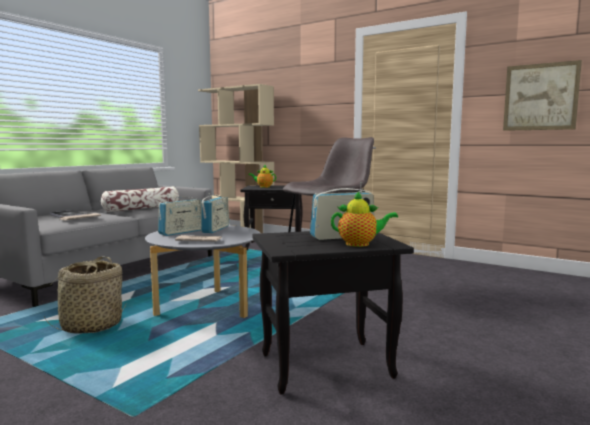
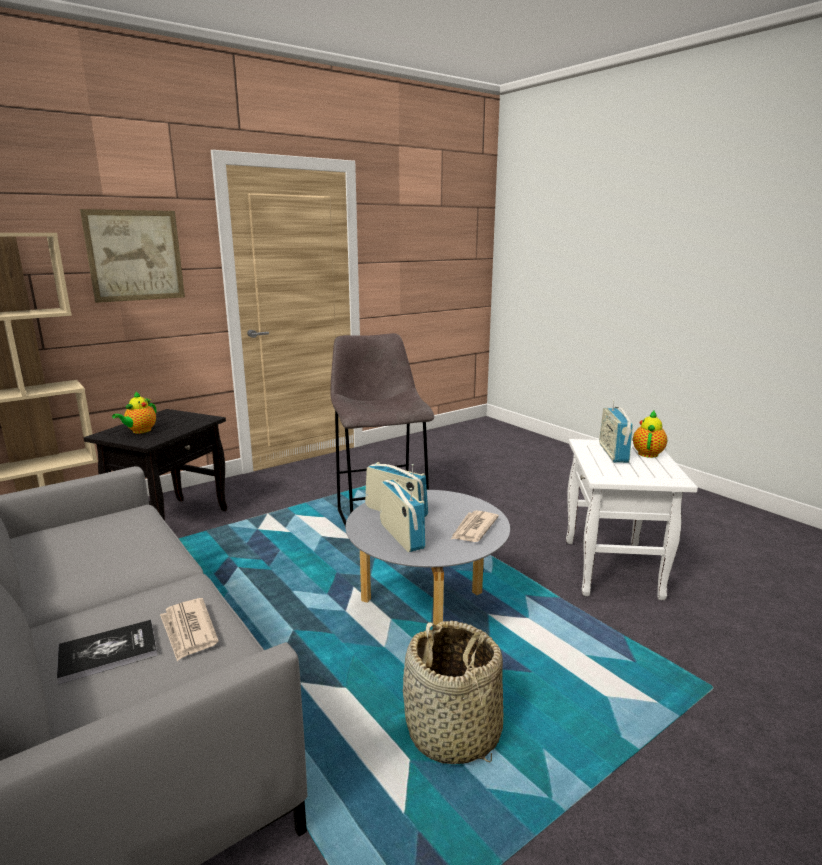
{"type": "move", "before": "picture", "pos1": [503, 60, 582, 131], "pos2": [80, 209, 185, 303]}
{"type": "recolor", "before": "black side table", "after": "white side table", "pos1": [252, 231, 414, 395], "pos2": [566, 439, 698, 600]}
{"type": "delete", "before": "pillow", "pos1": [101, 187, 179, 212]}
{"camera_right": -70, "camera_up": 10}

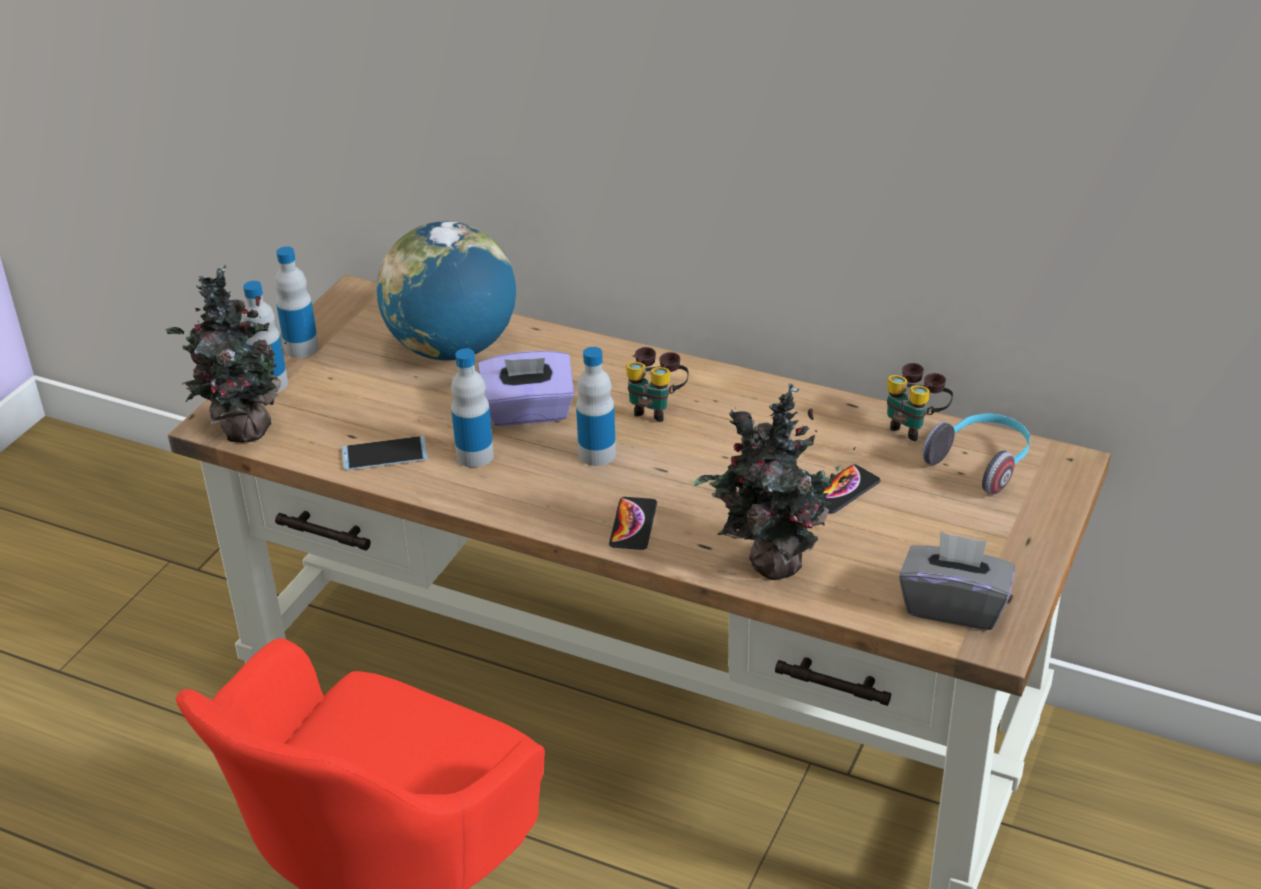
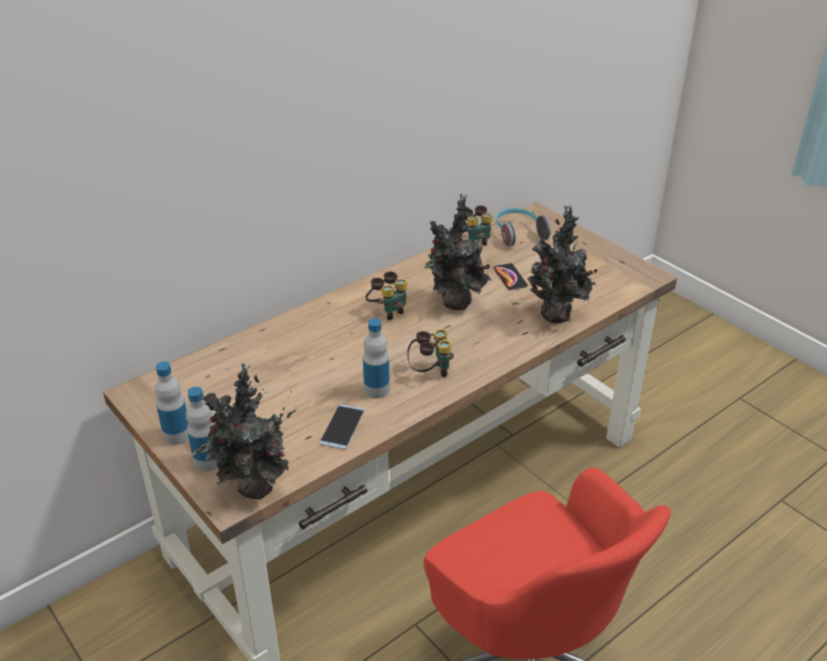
{"type": "insert", "after": "binoculars", "pos2": [407, 329, 454, 377]}
{"type": "insert", "after": "potted plant", "pos2": [424, 194, 491, 310]}
{"type": "delete", "before": "globe", "pos1": [377, 221, 516, 360]}
{"type": "delete", "before": "purple tissue box", "pos1": [478, 351, 575, 426]}
{"type": "delete", "before": "bottle", "pos1": [576, 347, 616, 466]}
{"type": "delete", "before": "phone", "pos1": [609, 497, 657, 550]}
{"type": "delete", "before": "grey tissue box", "pos1": [899, 531, 1015, 630]}
{"camera_right": -65, "camera_up": 0}

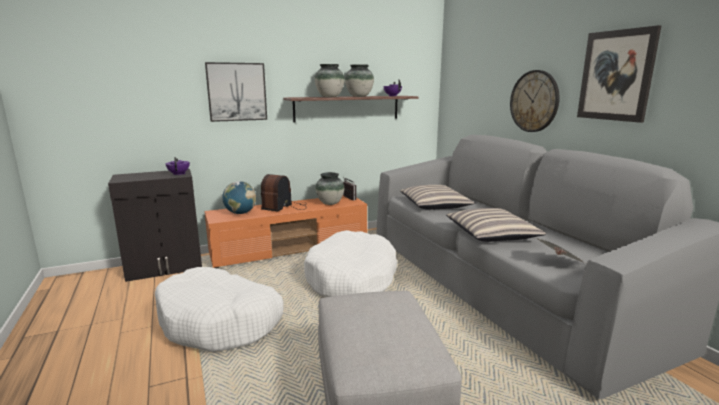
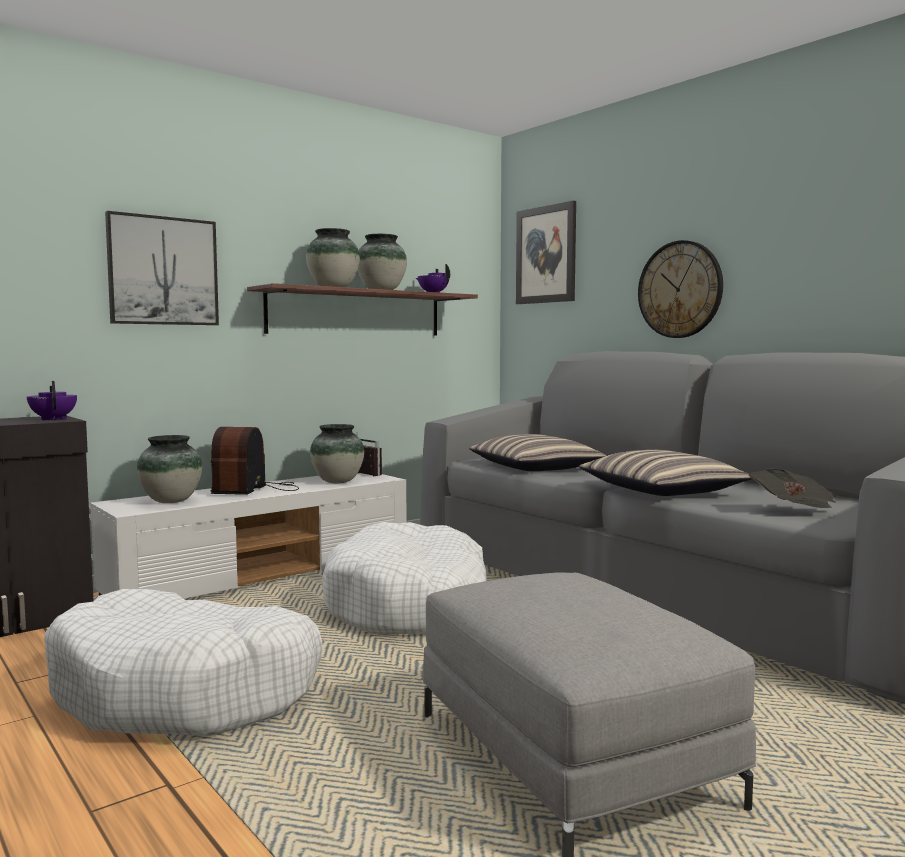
{"type": "recolor", "before": "orange tv stand", "after": "white tv stand", "pos1": [204, 196, 367, 268], "pos2": [90, 473, 407, 599]}
{"type": "replace", "before": "globe", "after": "vase", "pos1": [222, 181, 256, 214], "pos2": [137, 435, 202, 503]}
{"type": "move", "before": "picture", "pos1": [577, 25, 661, 123], "pos2": [516, 201, 576, 304]}
{"camera_right": -15, "camera_up": -10}

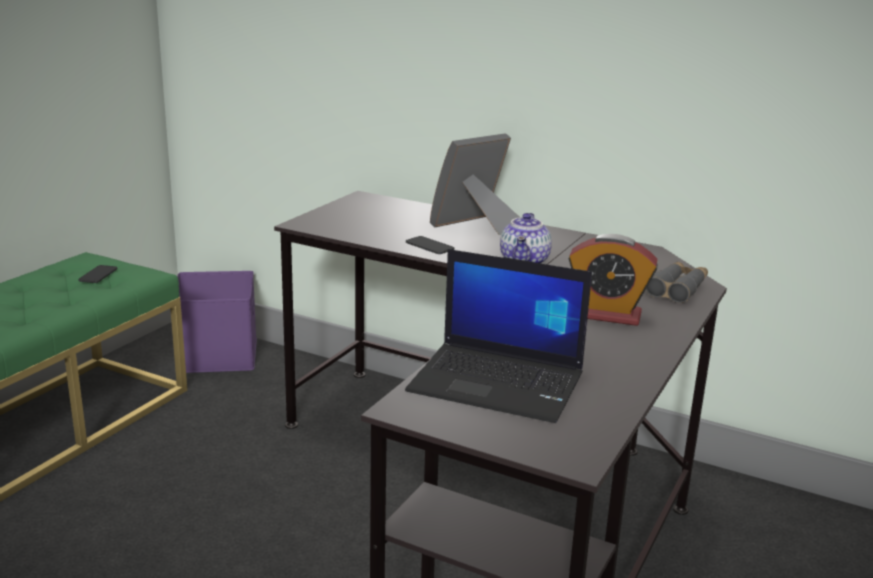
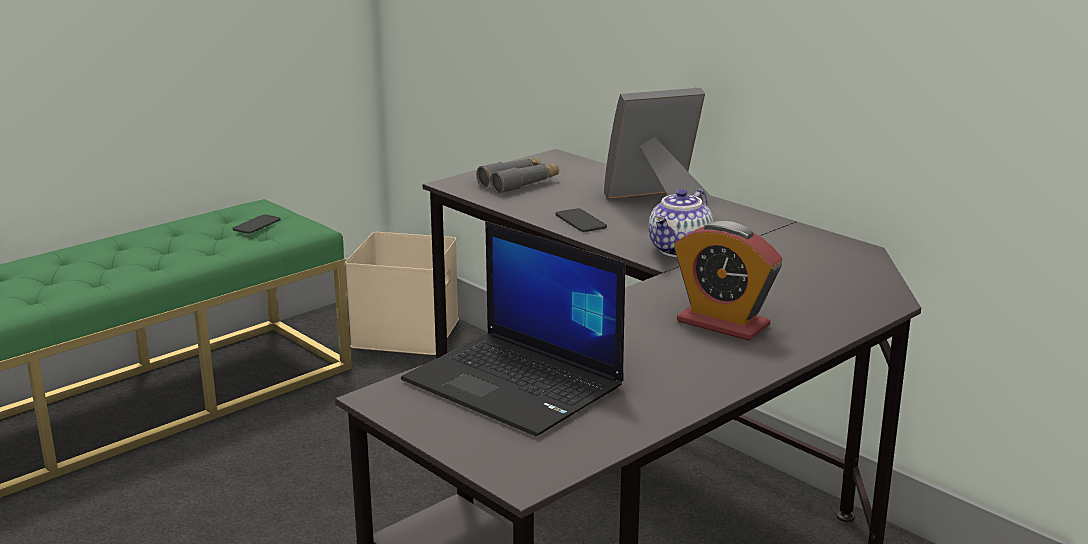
{"type": "recolor", "before": "purple storage box", "after": "beige storage box", "pos1": [177, 271, 257, 373], "pos2": [345, 232, 459, 355]}
{"type": "move", "before": "grey binoculars", "pos1": [646, 262, 708, 303], "pos2": [476, 158, 559, 194]}
{"camera_right": 20, "camera_up": 0}

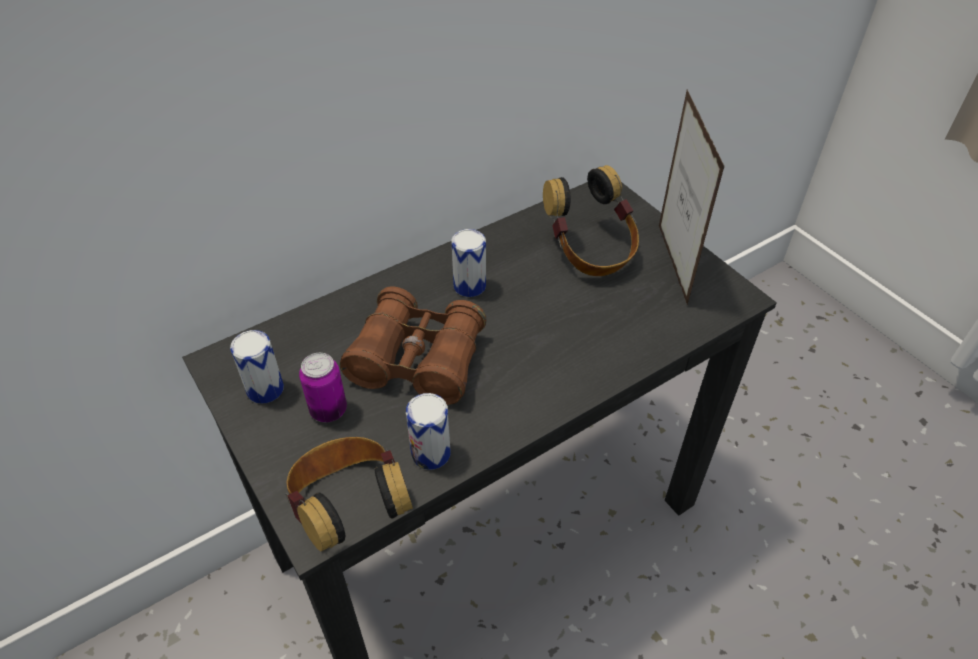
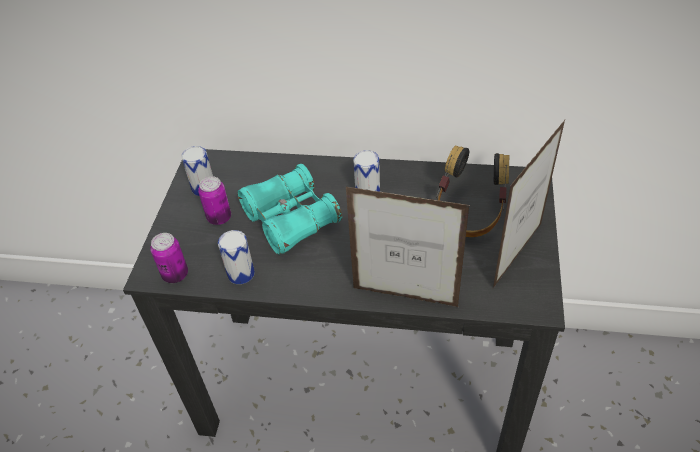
{"type": "replace", "before": "headphones", "after": "can", "pos1": [286, 437, 413, 551], "pos2": [150, 233, 188, 283]}
{"type": "recolor", "before": "brown binoculars", "after": "turquoise binoculars", "pos1": [340, 286, 486, 405], "pos2": [238, 164, 342, 255]}
{"type": "insert", "after": "picture frame", "pos2": [346, 187, 470, 307]}
{"camera_right": 45, "camera_up": 0}

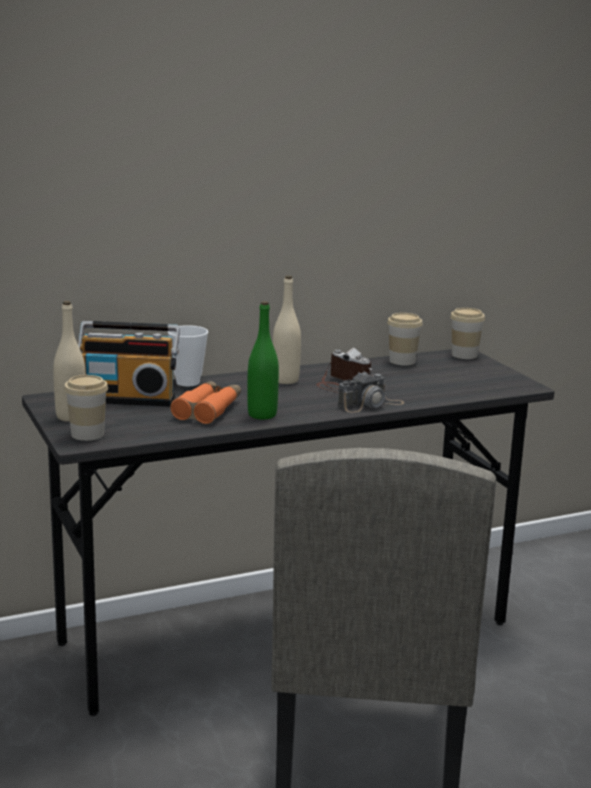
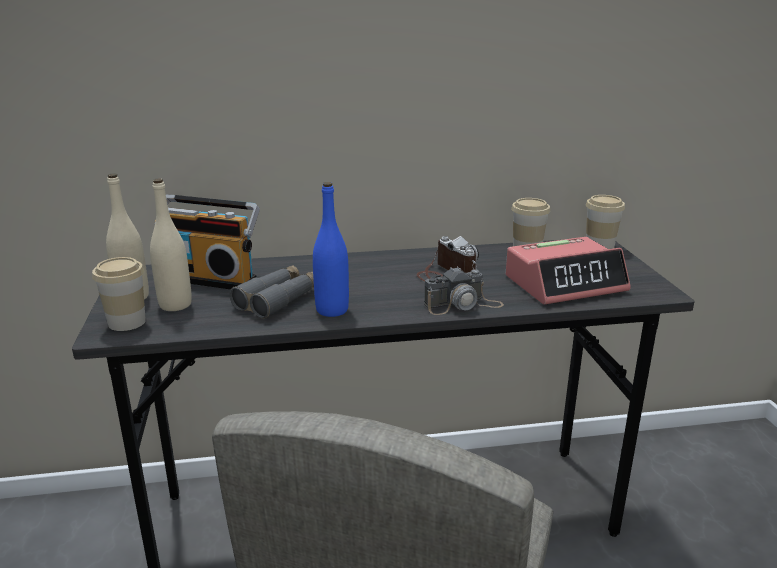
{"type": "move", "before": "beige bottle", "pos1": [273, 276, 301, 384], "pos2": [150, 179, 192, 311]}
{"type": "recolor", "before": "orange binoculars", "after": "grey binoculars", "pos1": [170, 381, 241, 424], "pos2": [229, 265, 314, 318]}
{"type": "recolor", "before": "green bottle", "after": "blue bottle", "pos1": [247, 301, 279, 419], "pos2": [313, 182, 349, 317]}
{"type": "insert", "after": "alarm clock", "pos2": [506, 237, 631, 305]}
{"type": "delete", "before": "cup", "pos1": [168, 325, 208, 386]}
{"camera_right": 15, "camera_up": 5}

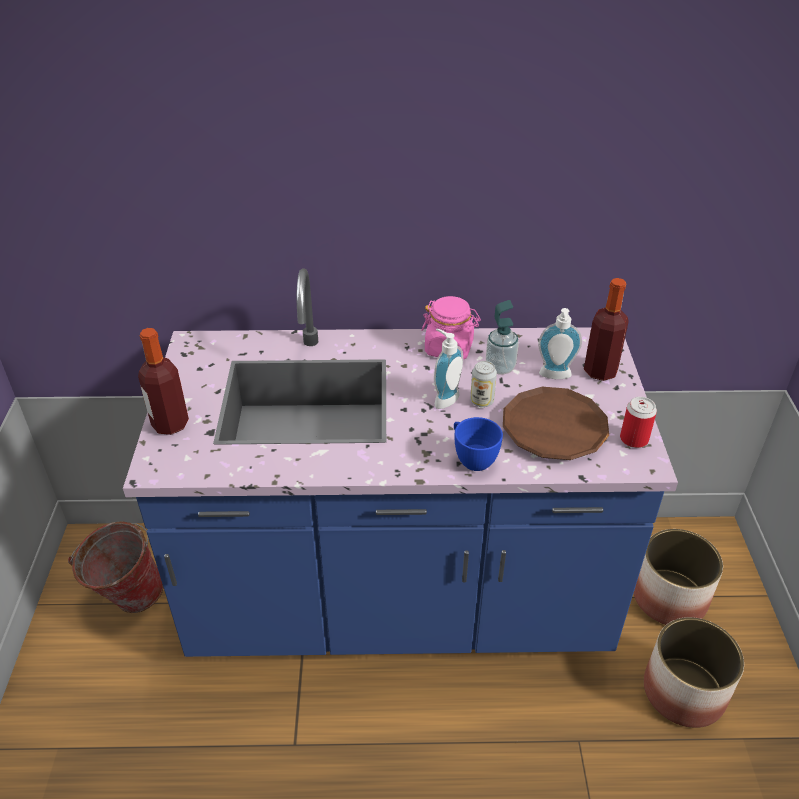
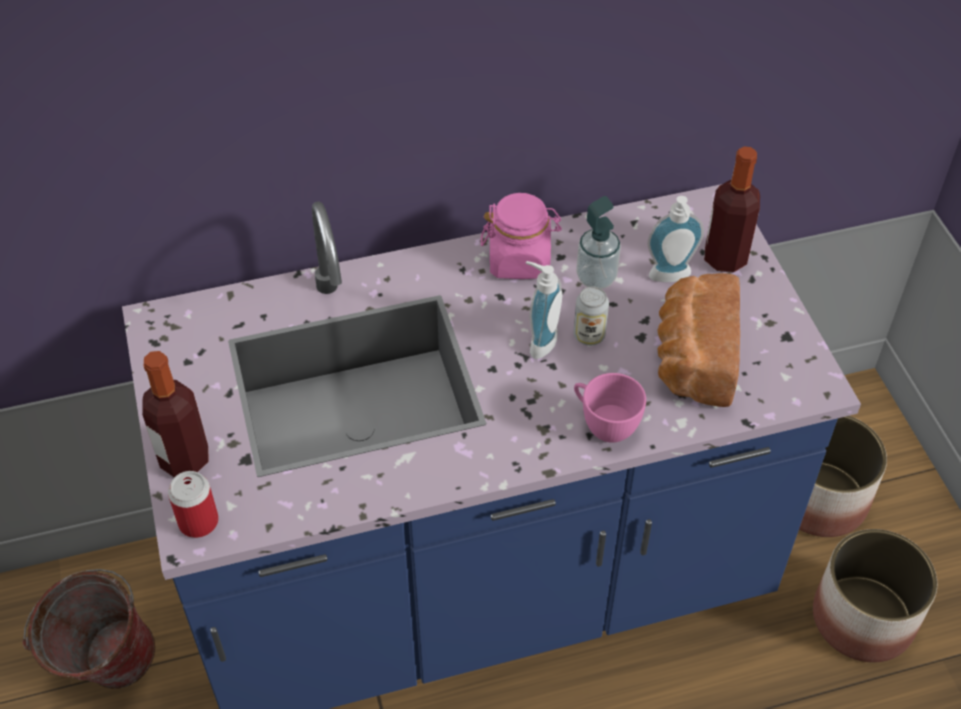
{"type": "move", "before": "can", "pos1": [620, 397, 657, 448], "pos2": [168, 471, 219, 538]}
{"type": "recolor", "before": "blue cup", "after": "pink cup", "pos1": [454, 417, 503, 471], "pos2": [574, 373, 646, 443]}
{"type": "replace", "before": "brown plate", "after": "bread", "pos1": [503, 387, 609, 460], "pos2": [657, 273, 740, 407]}
{"camera_right": -15, "camera_up": 10}

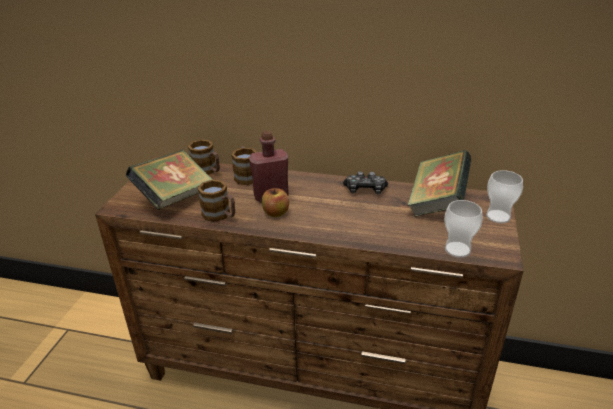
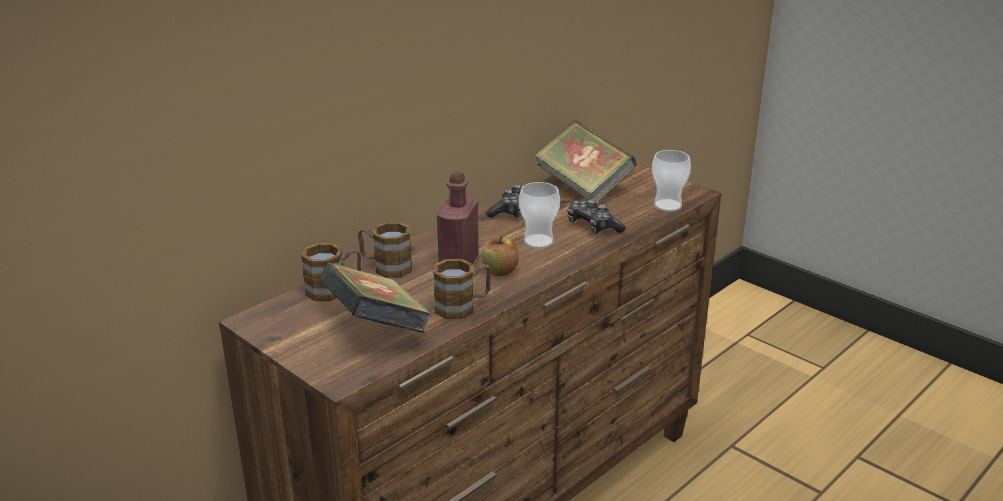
{"type": "move", "before": "cup", "pos1": [486, 170, 523, 223], "pos2": [519, 182, 560, 249]}
{"type": "insert", "after": "game controller", "pos2": [567, 199, 626, 234]}
{"camera_right": -60, "camera_up": -5}

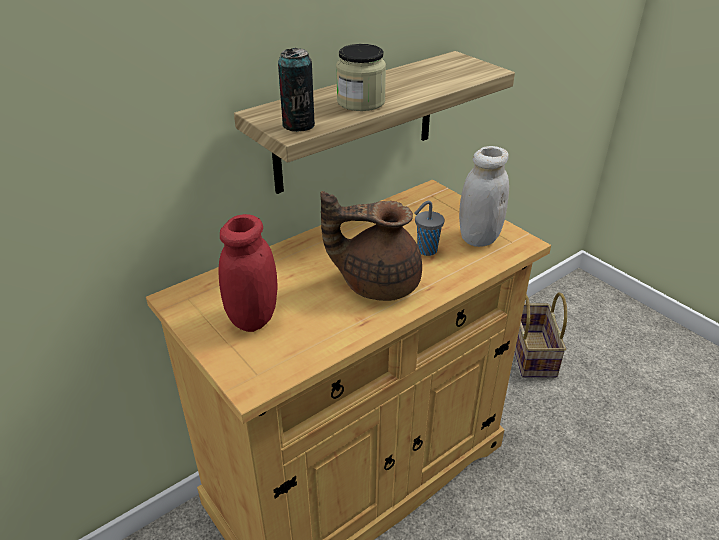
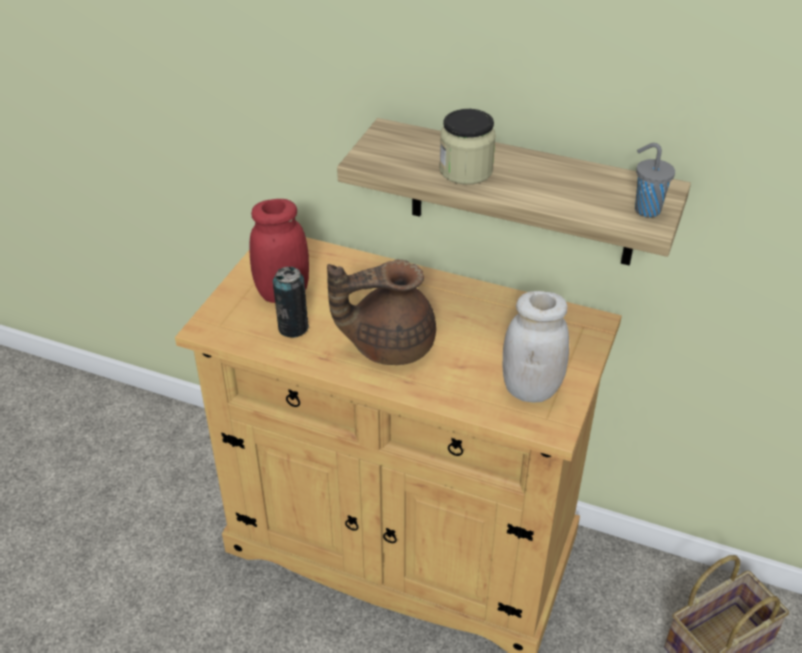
{"type": "move", "before": "can", "pos1": [278, 48, 315, 132], "pos2": [273, 267, 309, 338]}
{"type": "rotate", "before": "brown teapot", "pos1": [321, 191, 422, 301], "pos2": [327, 260, 436, 365], "turn": -75}
{"type": "move", "before": "grey cup", "pos1": [415, 201, 445, 256], "pos2": [635, 143, 675, 217]}
{"camera_right": 60, "camera_up": 5}

